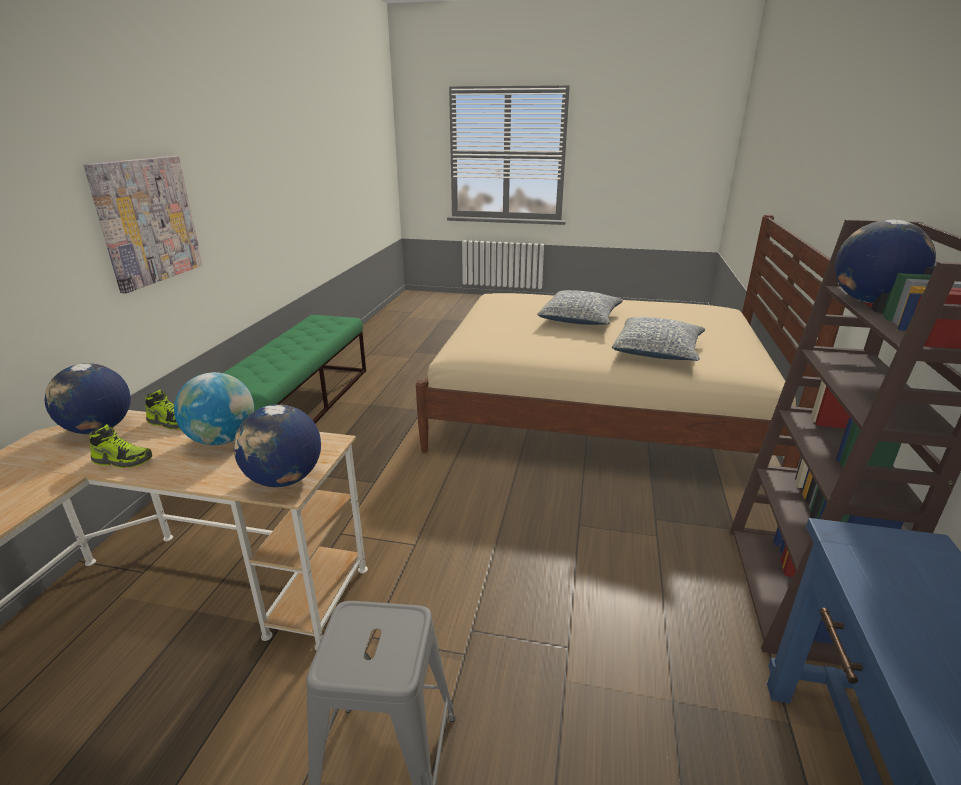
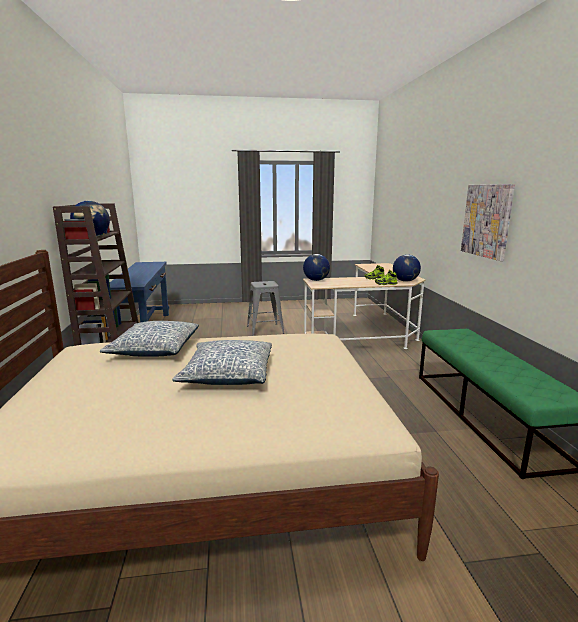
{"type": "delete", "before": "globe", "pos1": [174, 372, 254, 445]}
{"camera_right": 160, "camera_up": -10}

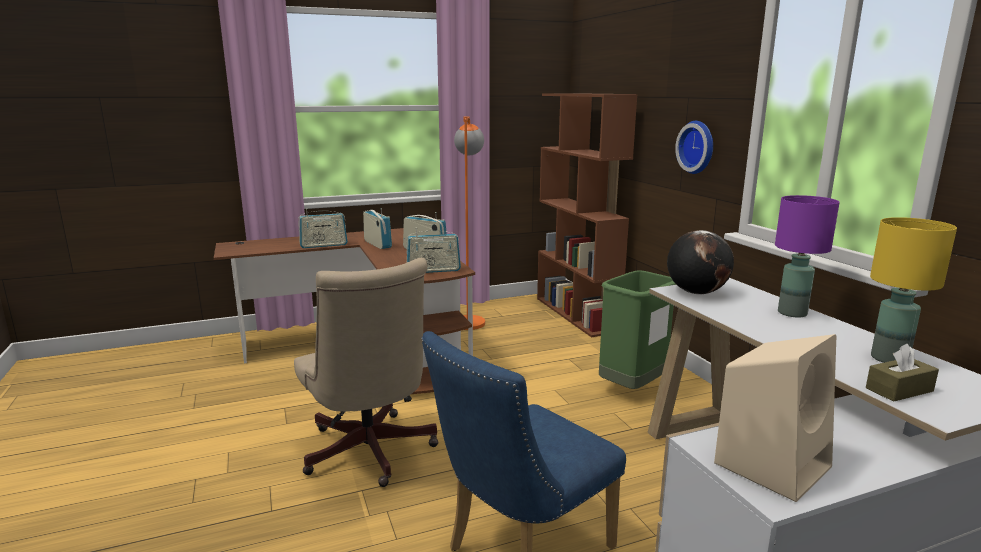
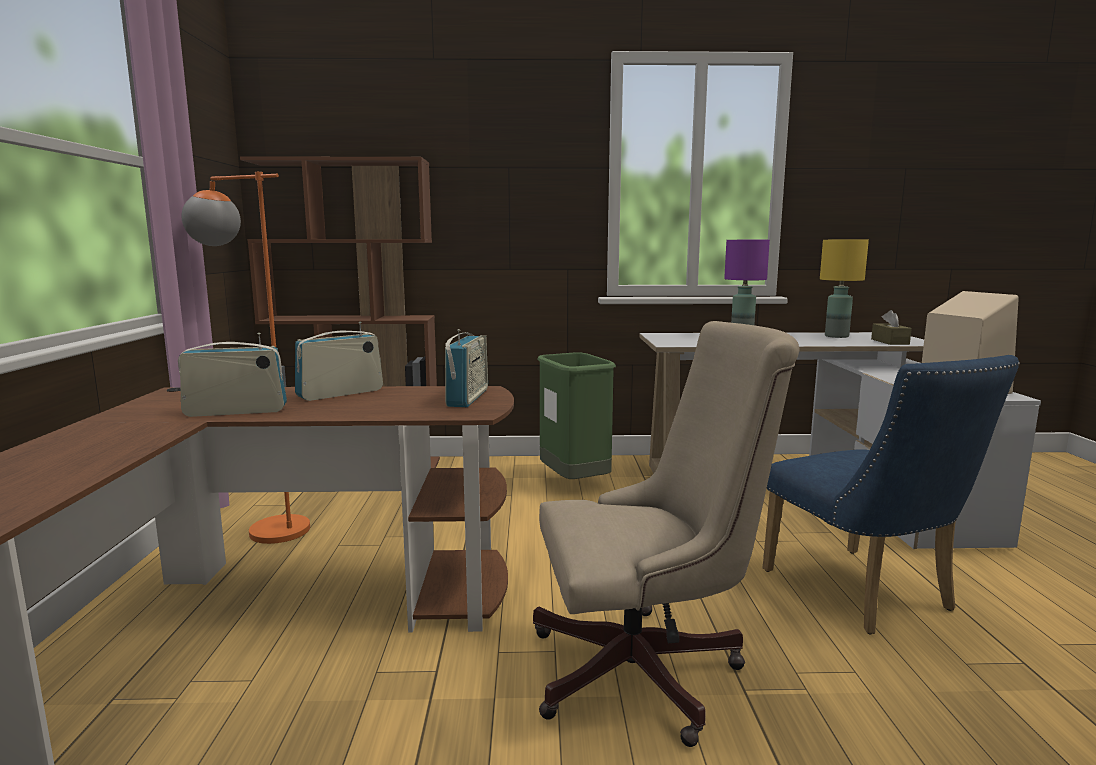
{"type": "delete", "before": "radio", "pos1": [298, 208, 348, 248]}
{"type": "delete", "before": "globe", "pos1": [667, 230, 734, 294]}
{"type": "delete", "before": "wall clock", "pos1": [675, 121, 713, 174]}
{"camera_right": -70, "camera_up": -5}

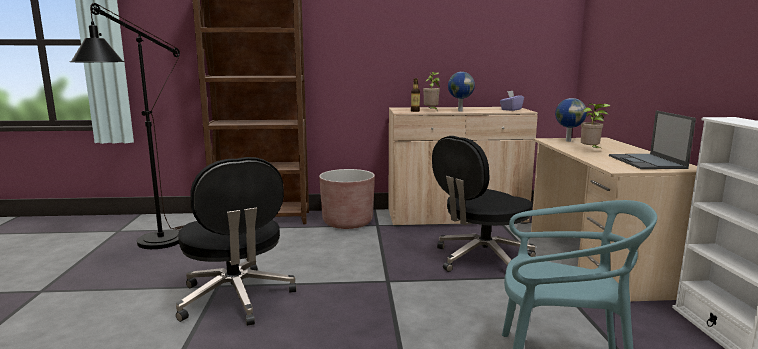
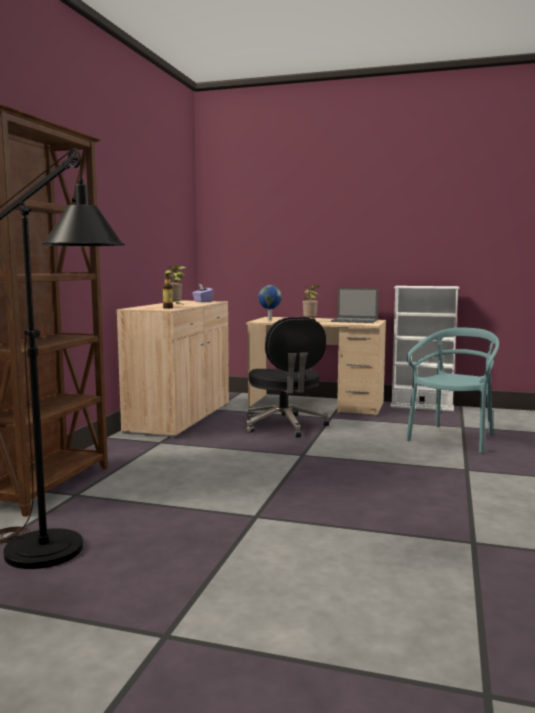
{"type": "delete", "before": "black office chair", "pos1": [176, 157, 297, 326]}
{"type": "delete", "before": "brown planter", "pos1": [319, 169, 375, 229]}
{"type": "delete", "before": "globe", "pos1": [448, 72, 475, 111]}
{"camera_right": -70, "camera_up": -5}

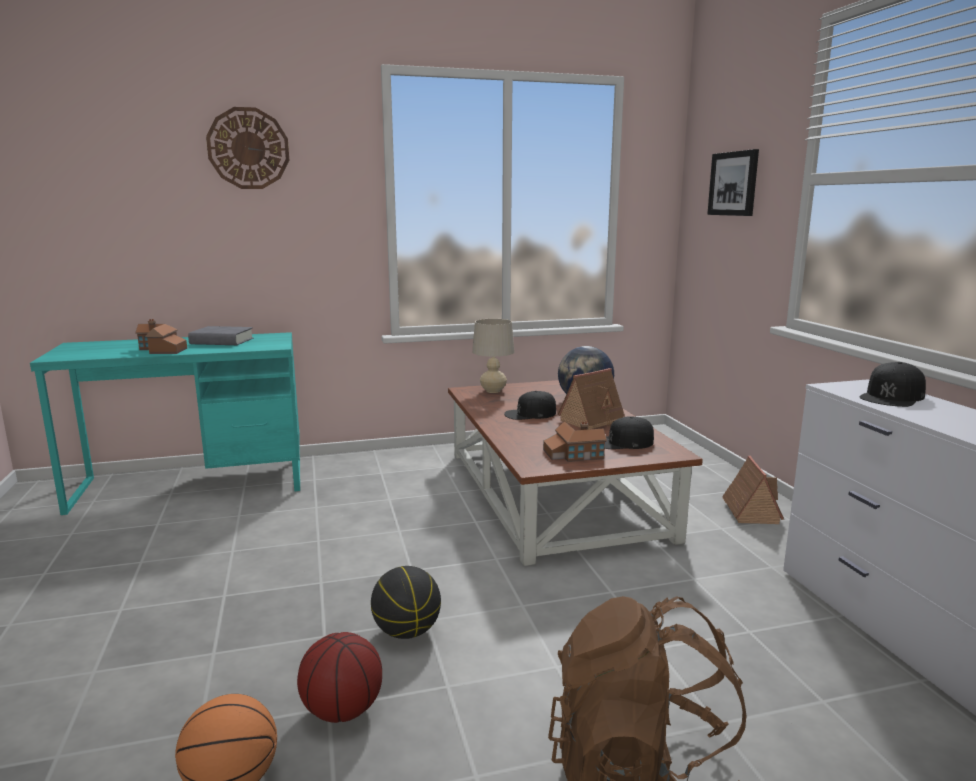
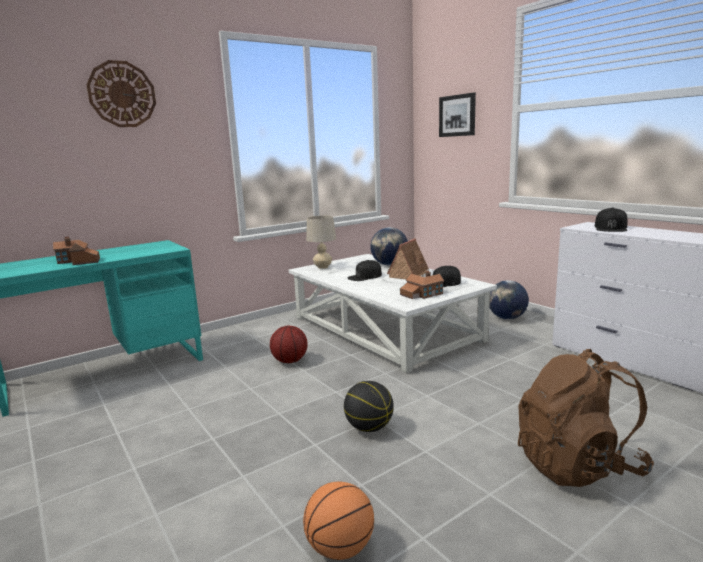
{"type": "move", "before": "basketball", "pos1": [297, 632, 382, 723], "pos2": [270, 326, 308, 363]}
{"type": "recolor", "before": "brown coffee table", "after": "white coffee table", "pos1": [448, 380, 703, 566], "pos2": [289, 254, 497, 374]}
{"type": "replace", "before": "toy house", "after": "globe", "pos1": [722, 456, 784, 524], "pos2": [489, 280, 529, 320]}
{"type": "delete", "before": "grey book", "pos1": [188, 326, 253, 345]}
{"camera_right": -20, "camera_up": 0}

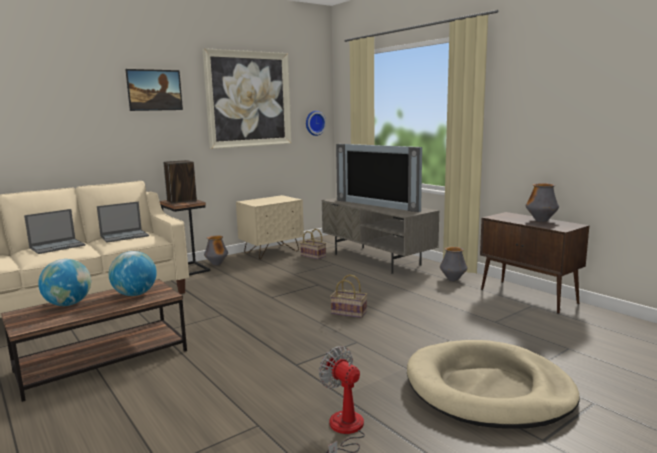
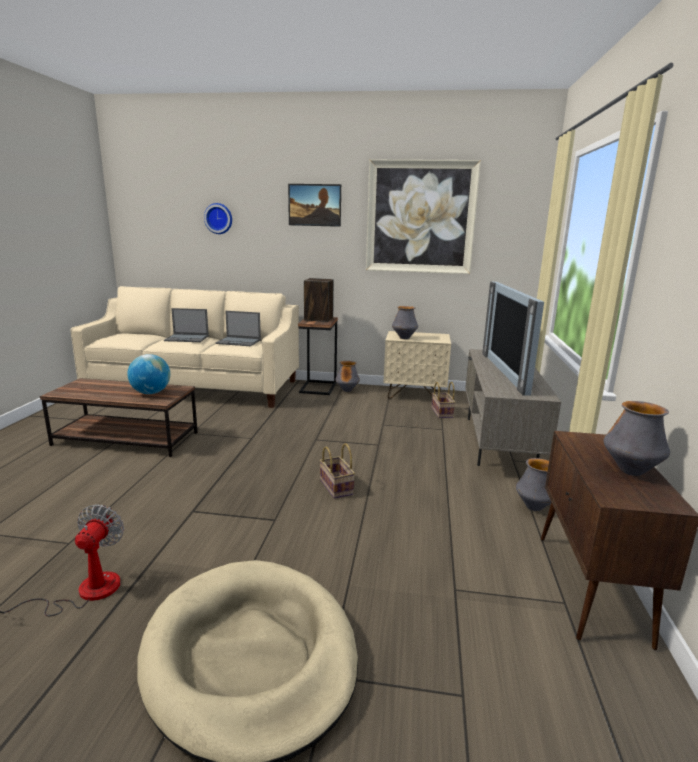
{"type": "move", "before": "wall clock", "pos1": [306, 111, 326, 136], "pos2": [204, 203, 232, 234]}
{"type": "insert", "after": "vase", "pos2": [392, 306, 418, 339]}
{"type": "delete", "before": "globe", "pos1": [38, 259, 91, 306]}
{"camera_right": 45, "camera_up": 5}

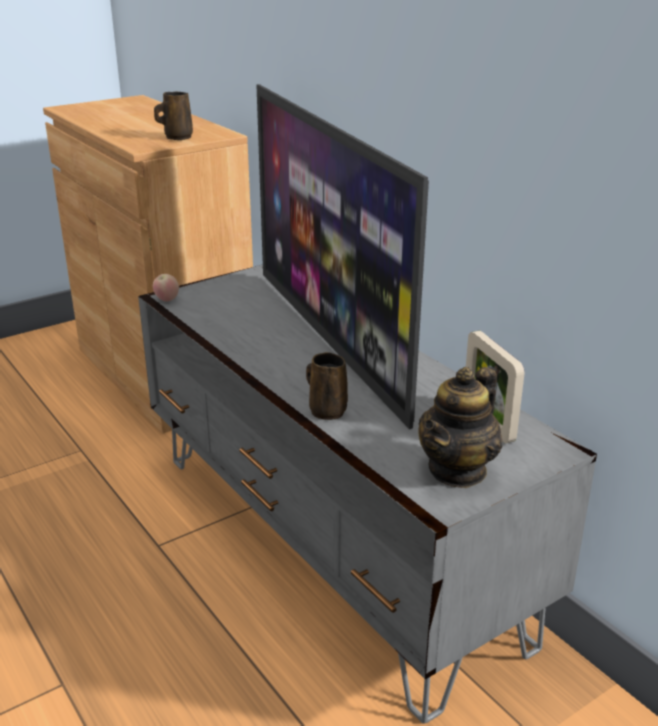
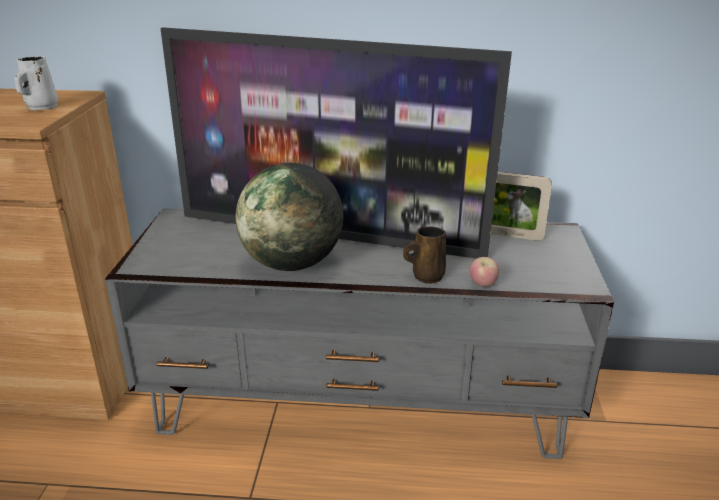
{"type": "recolor", "before": "brown mug", "after": "white mug", "pos1": [154, 92, 193, 140], "pos2": [14, 56, 58, 110]}
{"type": "insert", "after": "globe", "pos2": [235, 163, 343, 271]}
{"type": "move", "before": "apple", "pos1": [153, 274, 179, 302], "pos2": [469, 257, 499, 287]}
{"type": "delete", "before": "teapot", "pos1": [418, 367, 502, 488]}
{"camera_right": -50, "camera_up": 0}

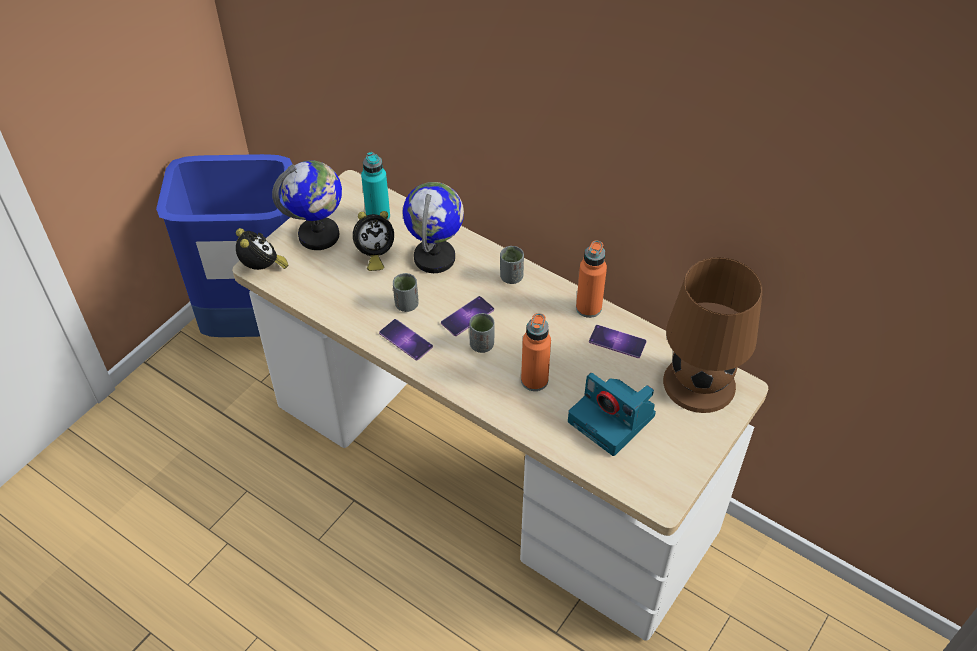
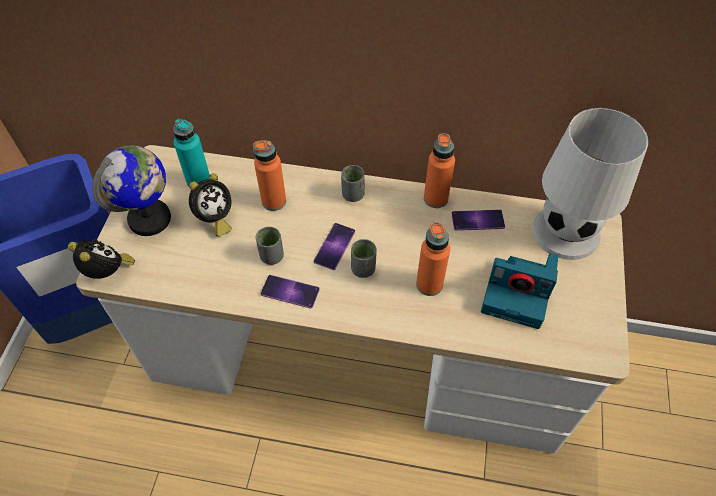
{"type": "replace", "before": "globe", "after": "orange bottle", "pos1": [403, 182, 464, 273], "pos2": [253, 140, 286, 211]}
{"type": "recolor", "before": "brown table lamp", "after": "white table lamp", "pos1": [663, 257, 763, 413], "pos2": [532, 108, 648, 260]}
{"camera_right": -25, "camera_up": 5}

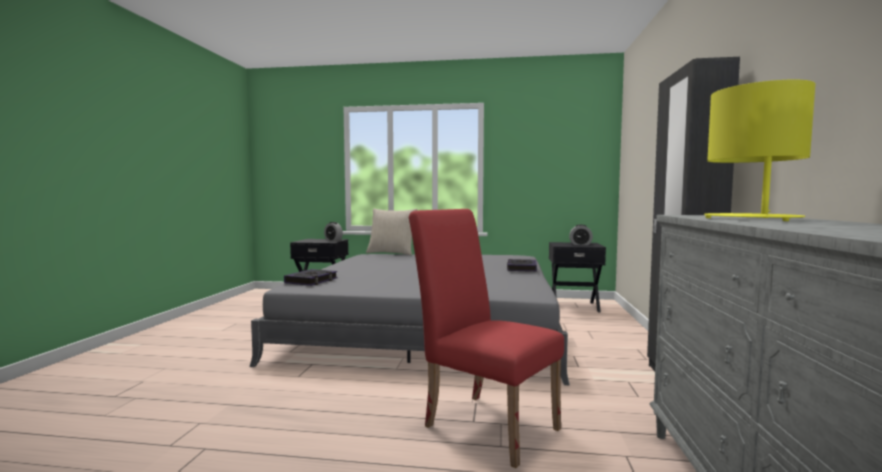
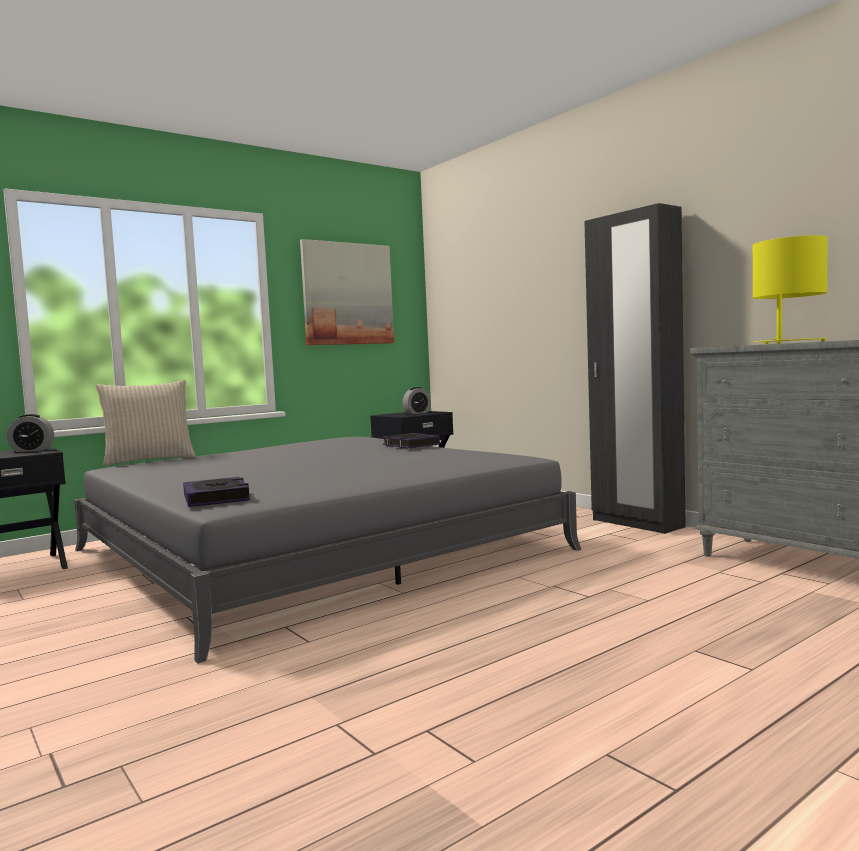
{"type": "insert", "after": "picture", "pos2": [300, 239, 394, 345]}
{"type": "delete", "before": "red chair", "pos1": [409, 209, 564, 468]}
{"camera_right": -45, "camera_up": 0}

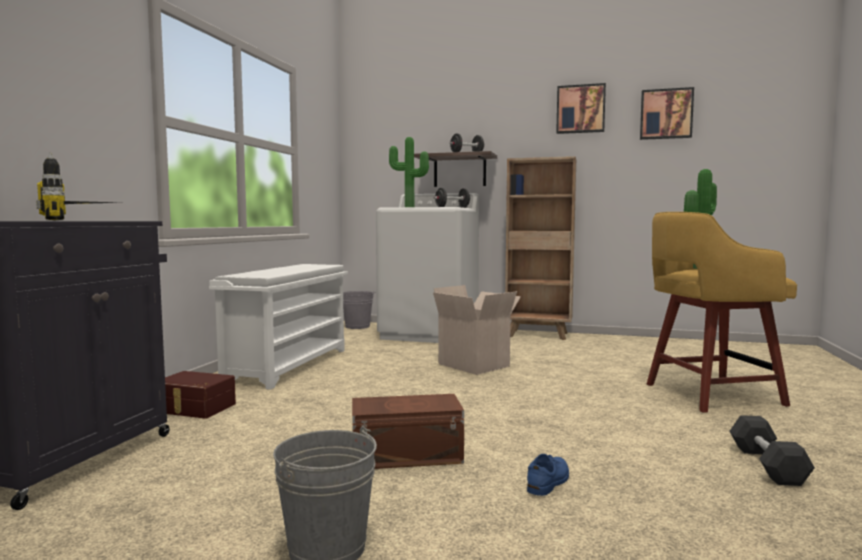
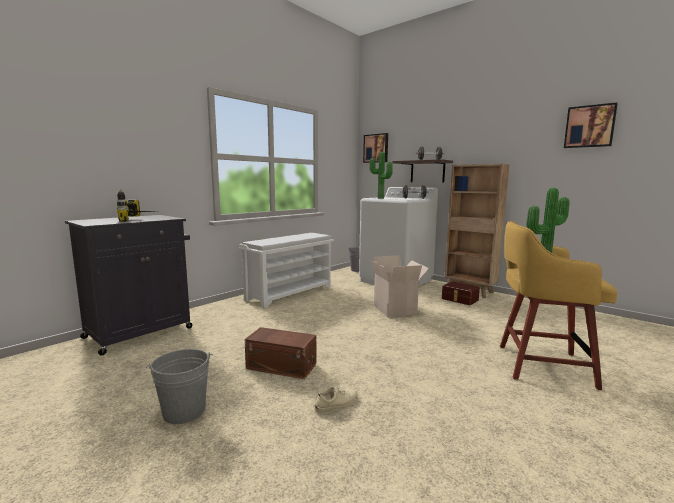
{"type": "recolor", "before": "blue shoe", "after": "beige shoe", "pos1": [527, 454, 569, 496], "pos2": [314, 387, 358, 413]}
{"type": "move", "before": "picture", "pos1": [556, 83, 606, 134], "pos2": [363, 133, 388, 163]}
{"type": "move", "before": "brown storage box", "pos1": [165, 371, 236, 419], "pos2": [442, 282, 480, 305]}
{"type": "delete", "before": "black dumbbell", "pos1": [729, 415, 815, 486]}
{"camera_right": 25, "camera_up": 5}

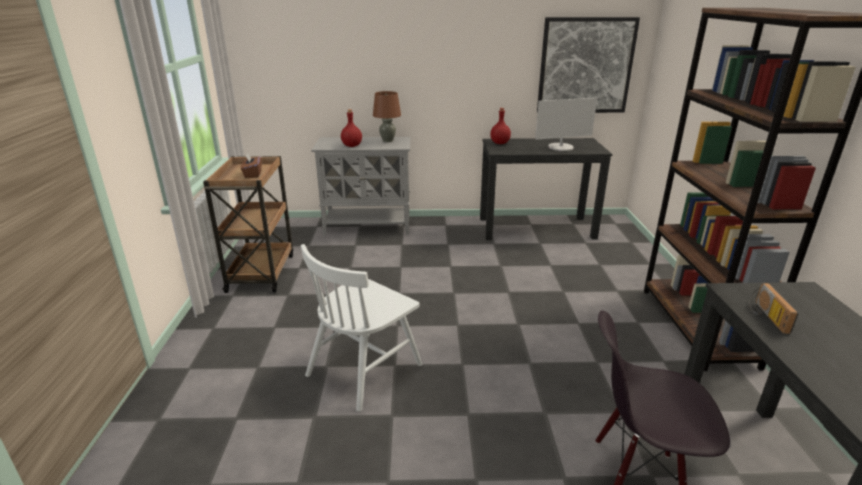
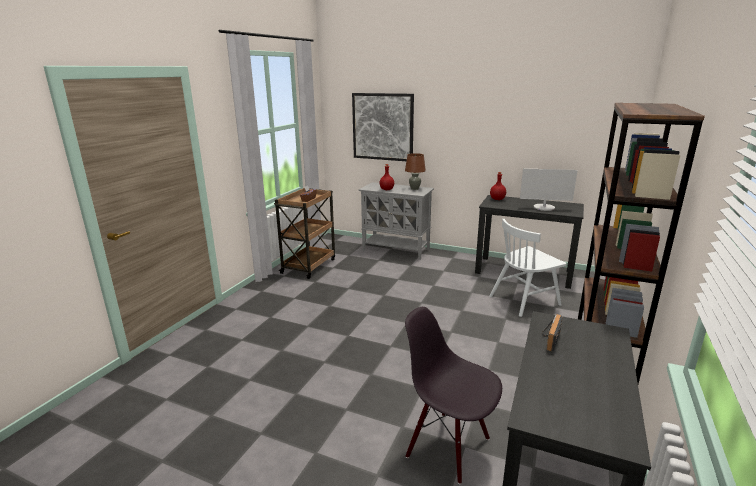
{"type": "move", "before": "picture", "pos1": [537, 17, 640, 113], "pos2": [352, 93, 414, 161]}
{"type": "move", "before": "white chair", "pos1": [301, 244, 423, 412], "pos2": [489, 219, 566, 317]}
{"camera_right": 25, "camera_up": -5}

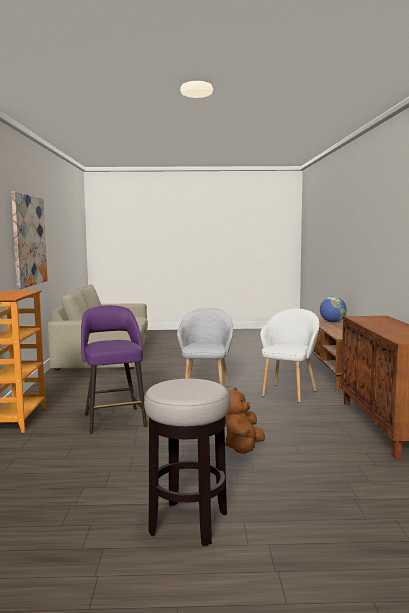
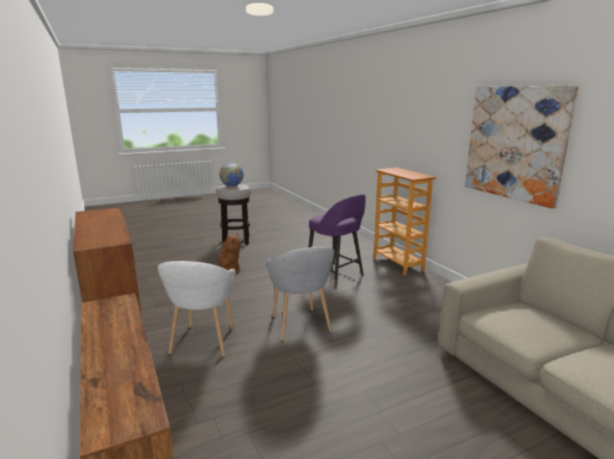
{"type": "move", "before": "globe", "pos1": [320, 296, 347, 322], "pos2": [220, 163, 244, 187]}
{"camera_right": 155, "camera_up": 10}

